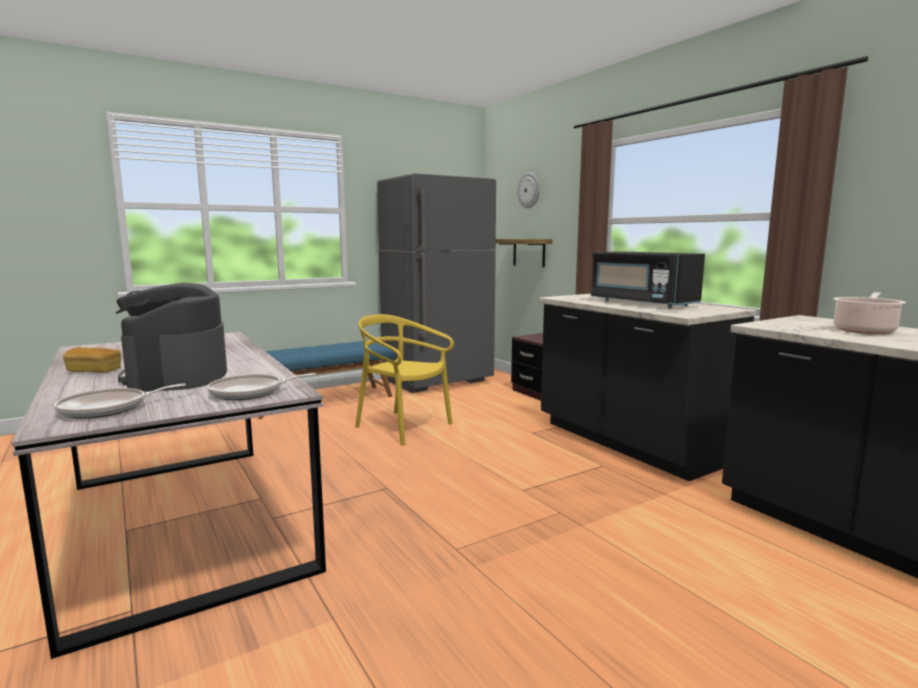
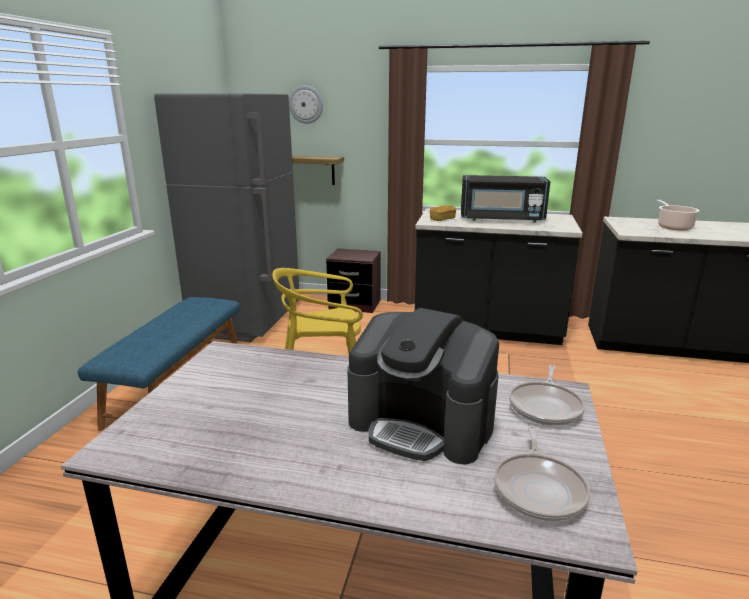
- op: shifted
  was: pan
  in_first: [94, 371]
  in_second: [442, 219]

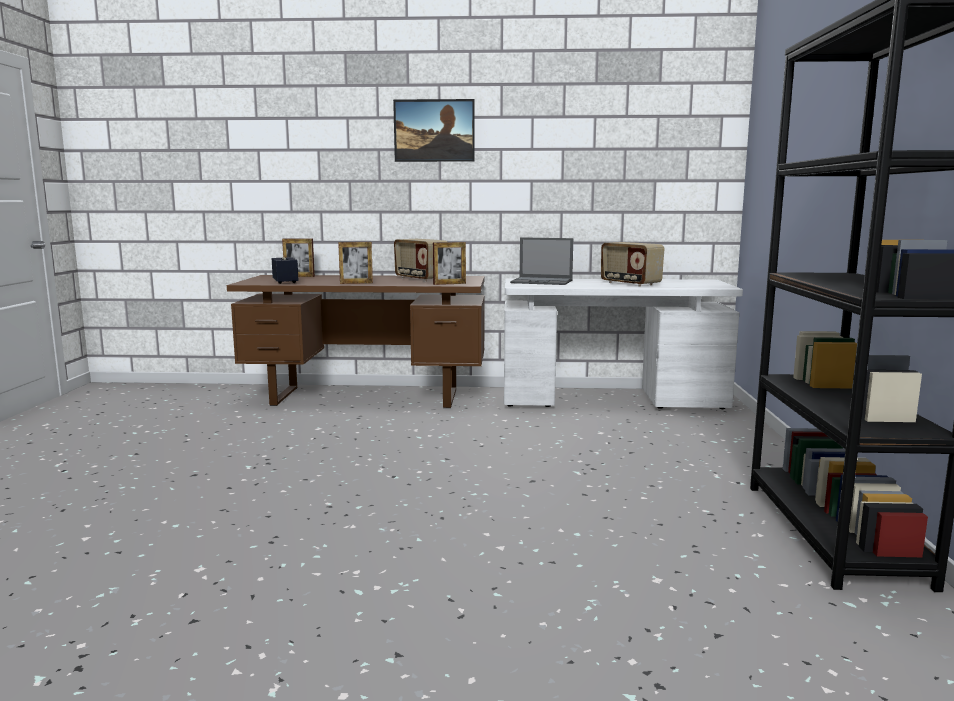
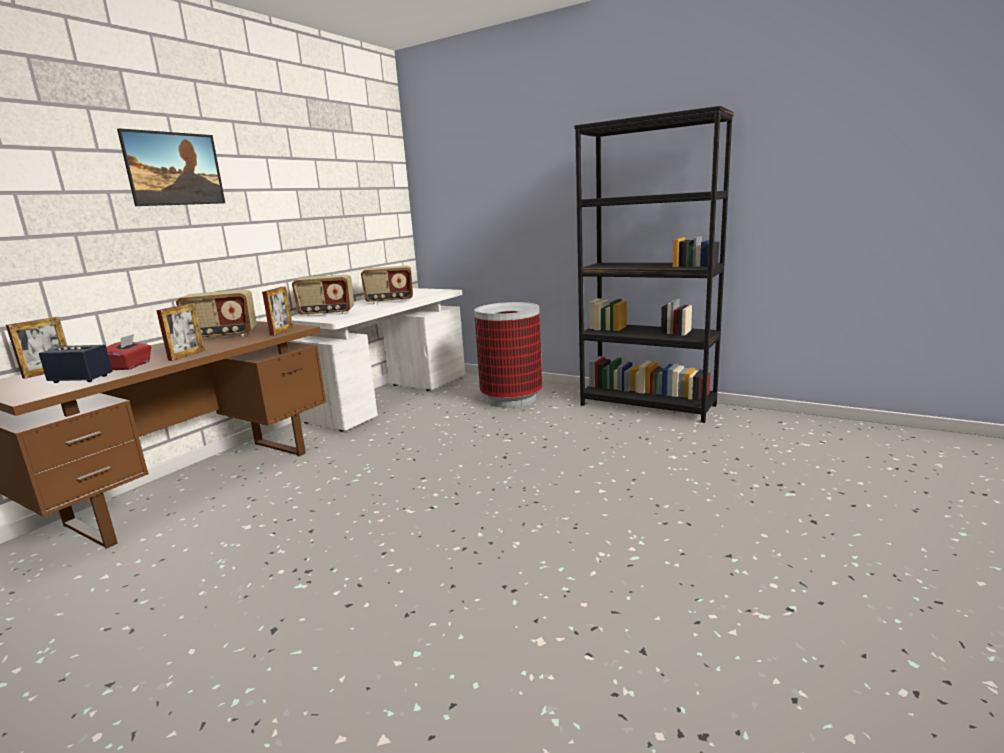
- op: swapped
  was: portátil
  now: radio
  in_first: [542, 281]
  in_second: [326, 313]
- op: new
  now: caja de pañuelos [rojo]
  in_second: [131, 366]
- op: new
  now: papelera
  in_second: [512, 399]

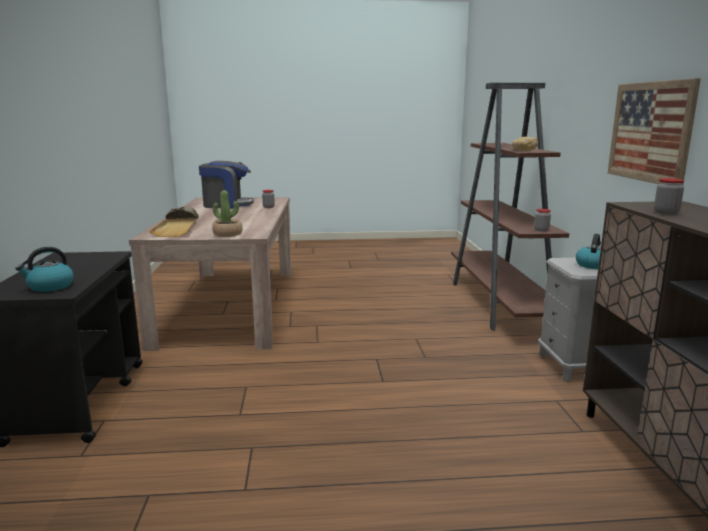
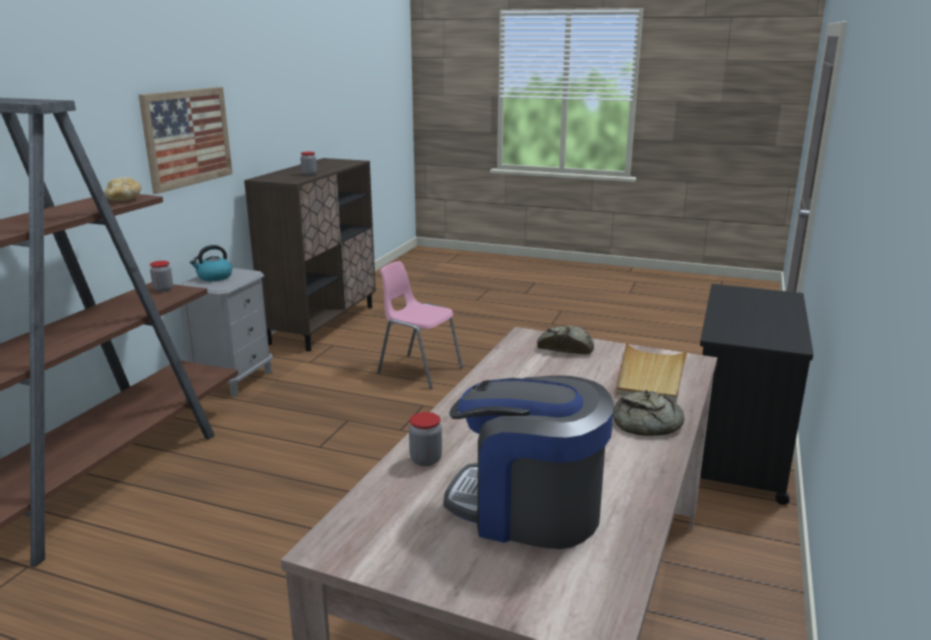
- op: gone
  was: hervidor
  in_first: [50, 287]
- op: swapped
  was: planta en maceta
  now: pan
  in_first: [227, 234]
  in_second: [565, 347]
- op: new
  now: silla [rosa]
  in_second: [419, 370]

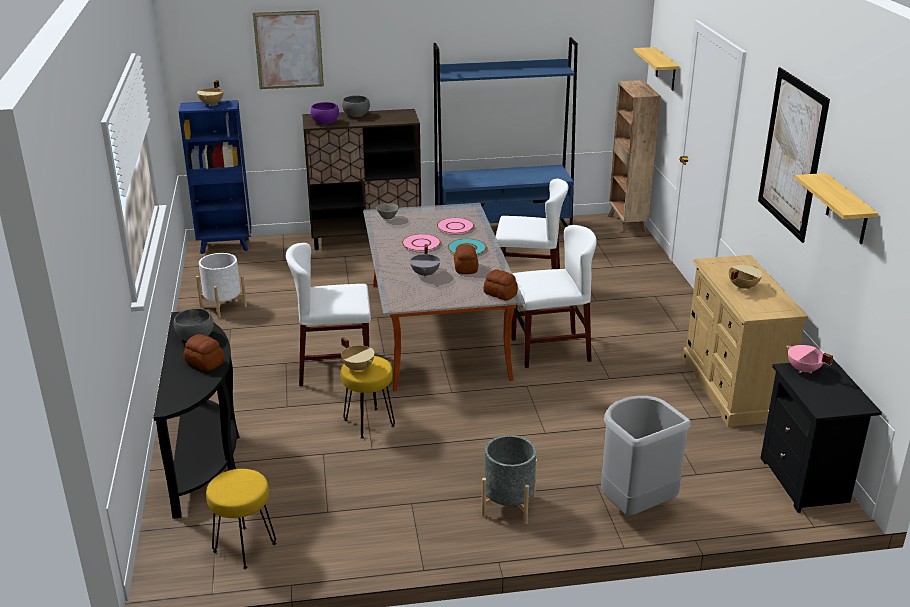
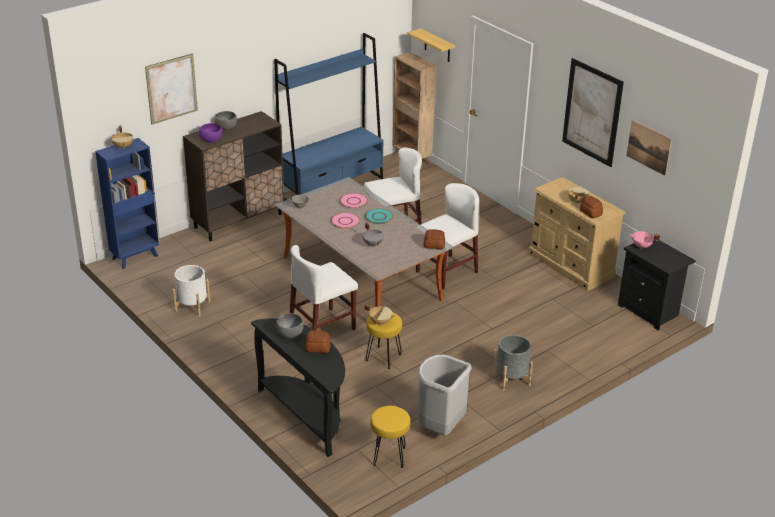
- op: shifted
  was: pan
  in_first: [466, 268]
  in_second: [591, 213]
- op: shifted
  was: papelera [gris]
  in_first: [634, 506]
  in_second: [440, 427]
- op: swapped
  was: estante
  now: cuadro
  in_first: [847, 210]
  in_second: [648, 147]

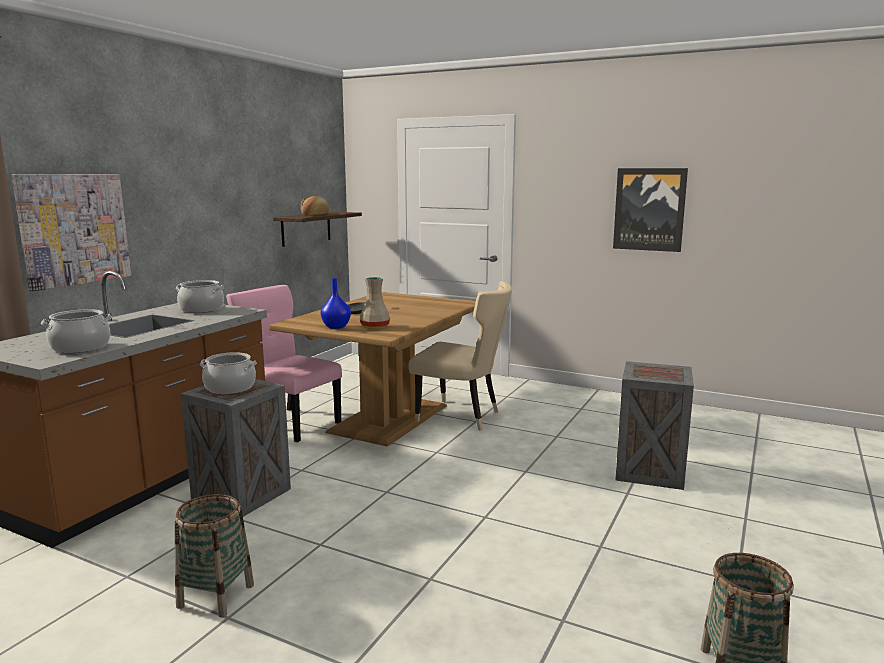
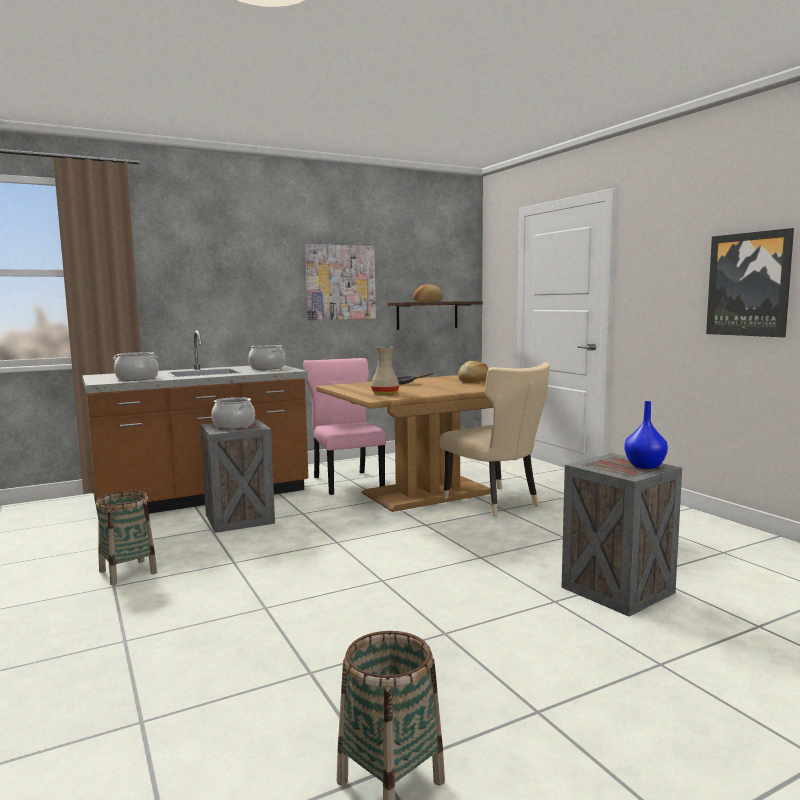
- op: shifted
  was: cuadro
  in_first: [74, 229]
  in_second: [340, 282]
- op: shifted
  was: florero [azul]
  in_first: [335, 327]
  in_second: [644, 466]
- op: new
  now: pan
  in_second: [473, 381]

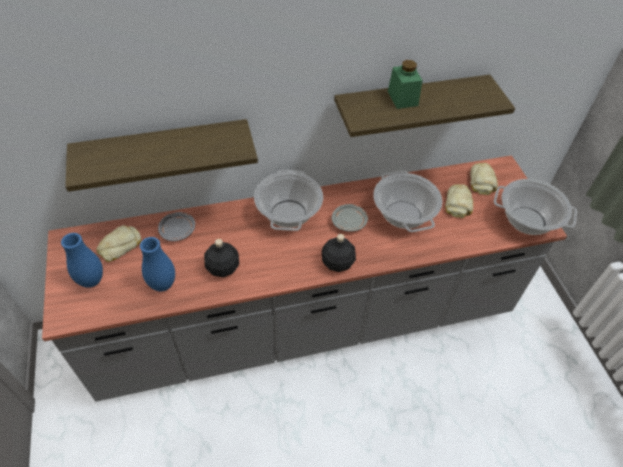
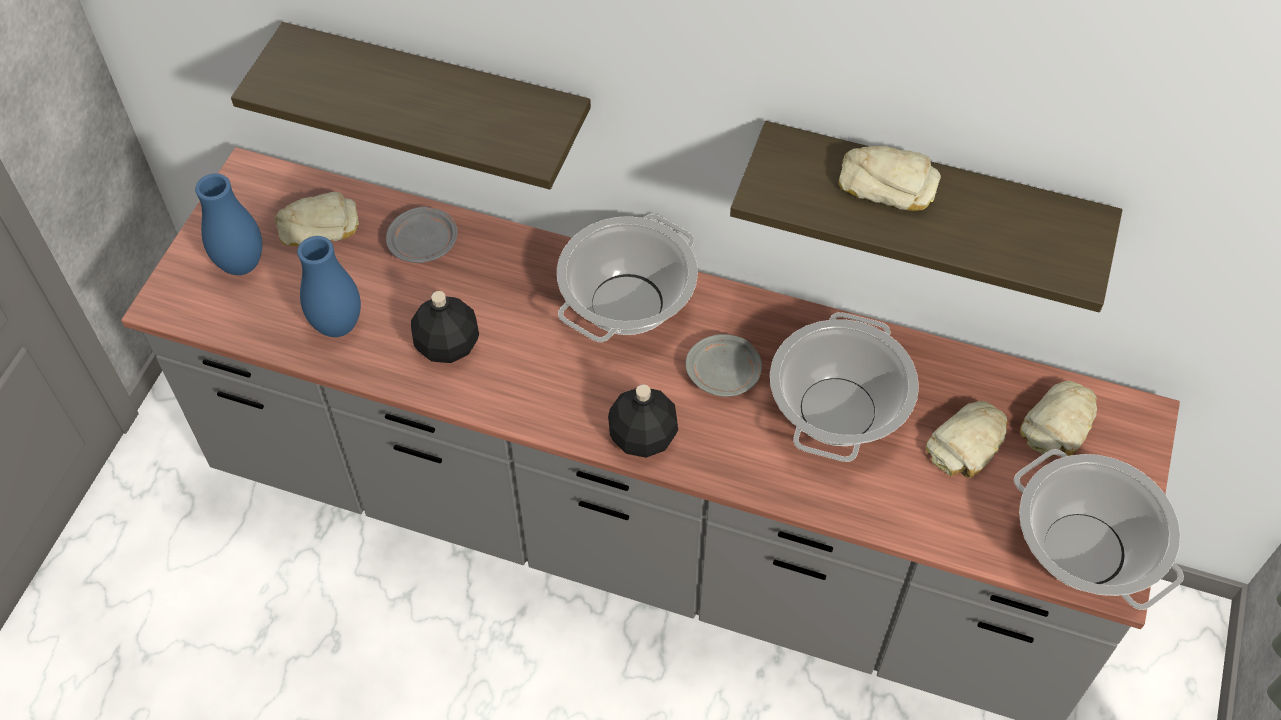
- op: swapped
  was: tarro [verde]
  now: pan
  in_first: [402, 98]
  in_second: [887, 183]

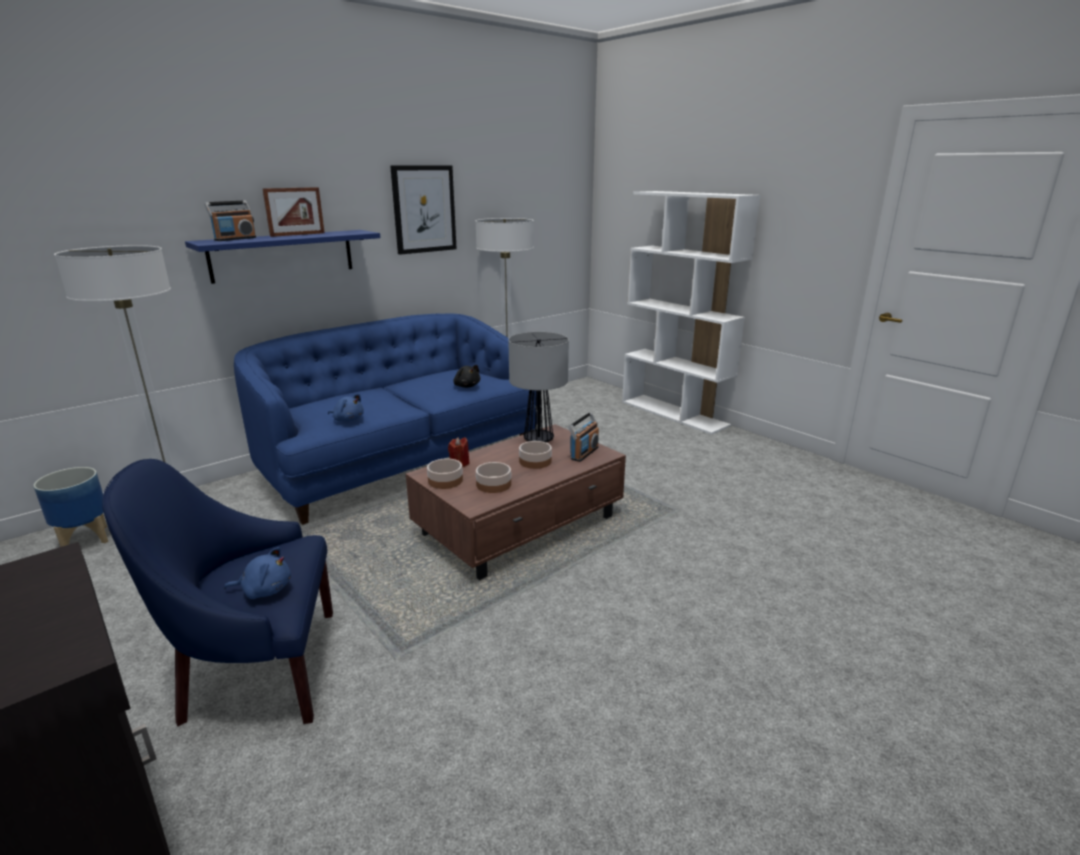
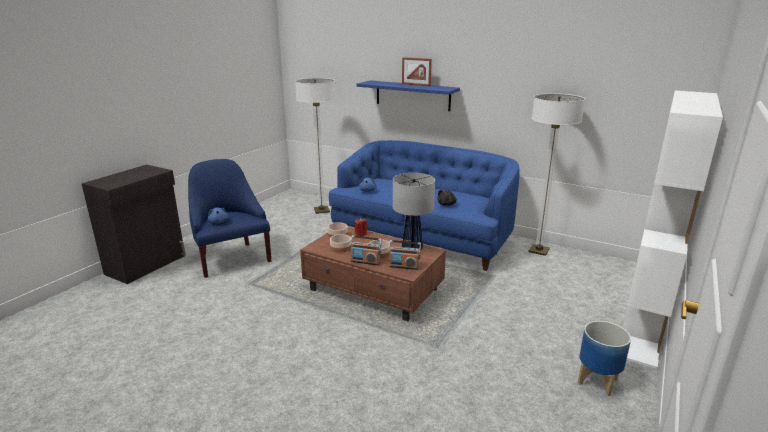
- op: shifted
  was: maceta
  in_first: [84, 540]
  in_second: [596, 381]
- op: shifted
  was: radio
  in_first: [235, 239]
  in_second: [365, 261]
- op: gone
  was: cuadro
  in_first: [424, 209]

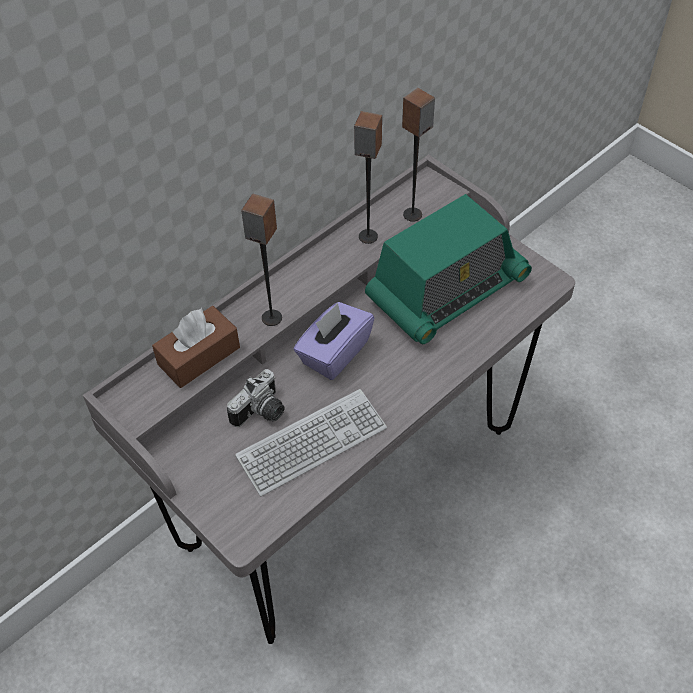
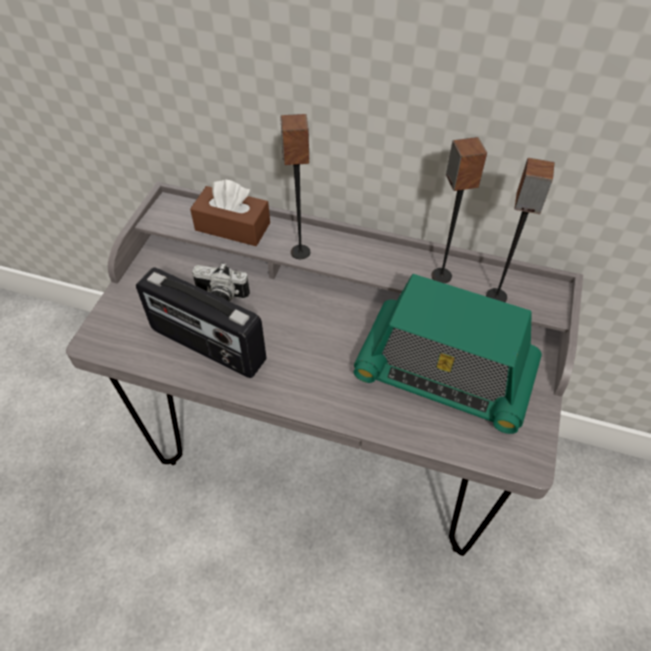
- op: swapped
  was: teclado
  now: radio
  in_first: [312, 443]
  in_second: [207, 346]
- op: gone
  was: caja de pañuelos [morado]
  in_first: [334, 353]

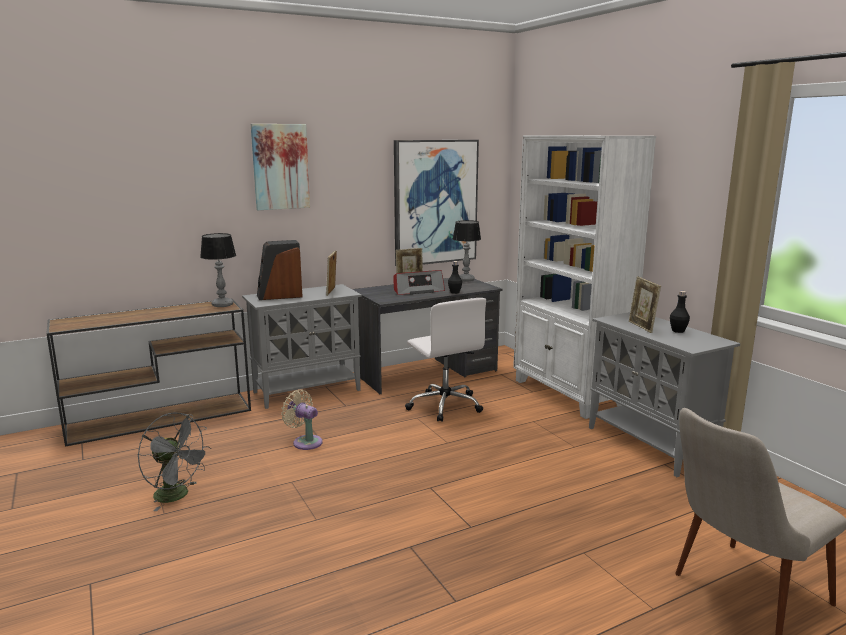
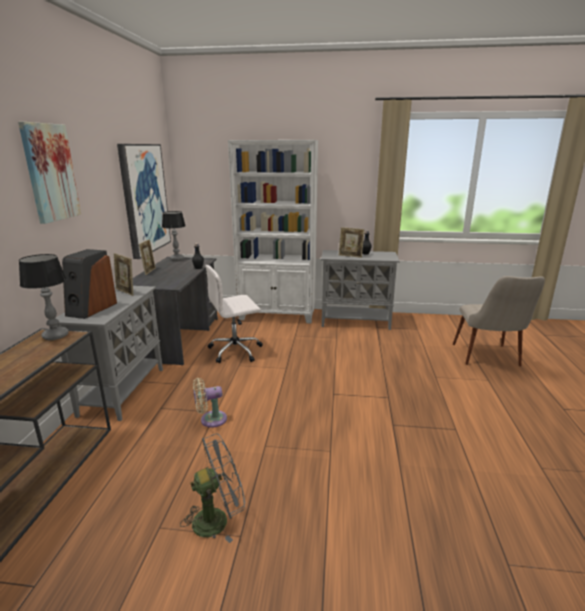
- op: gone
  was: radio
  in_first: [417, 290]
- op: rotated
  was: silla de oficina [blanco]
  in_first: [444, 405]
  in_second: [236, 351]
  clockwise: 150

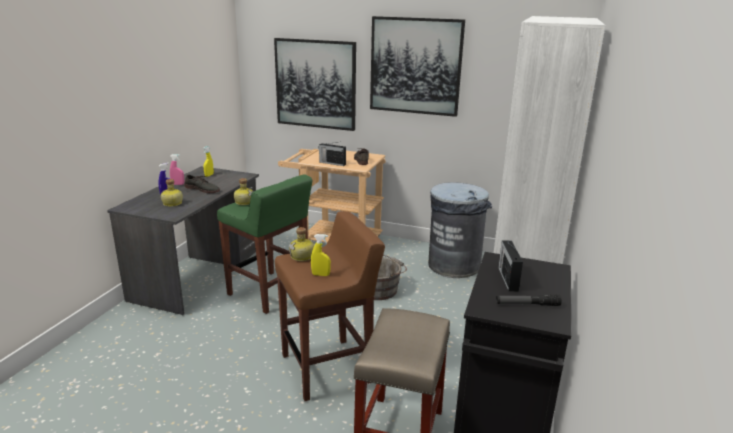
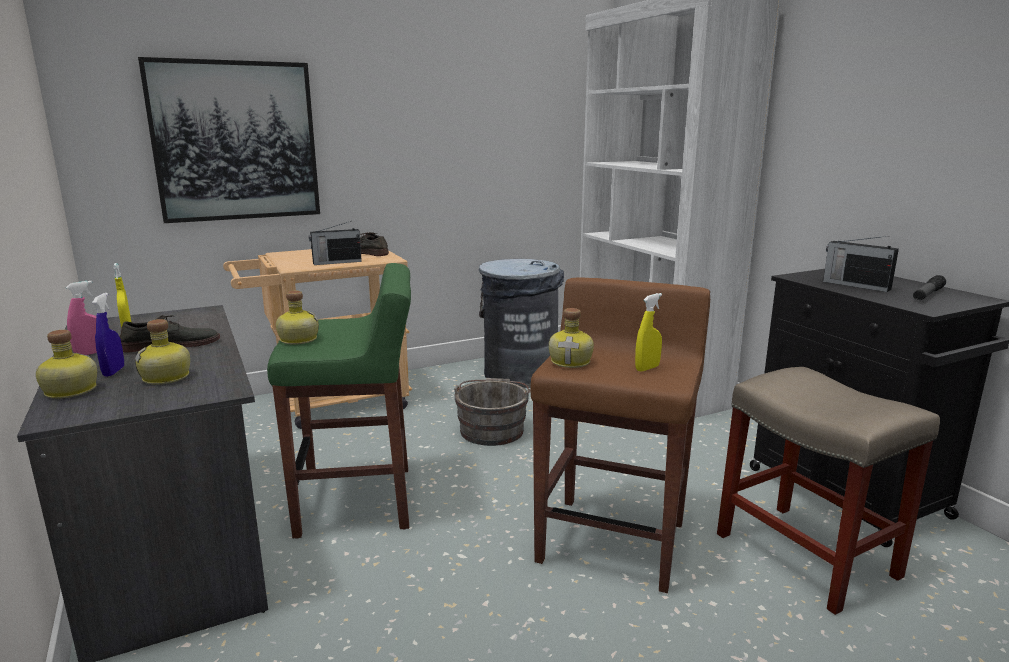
- op: gone
  was: cuadro
  in_first: [415, 66]
- op: new
  now: botella
  in_second: [69, 391]

